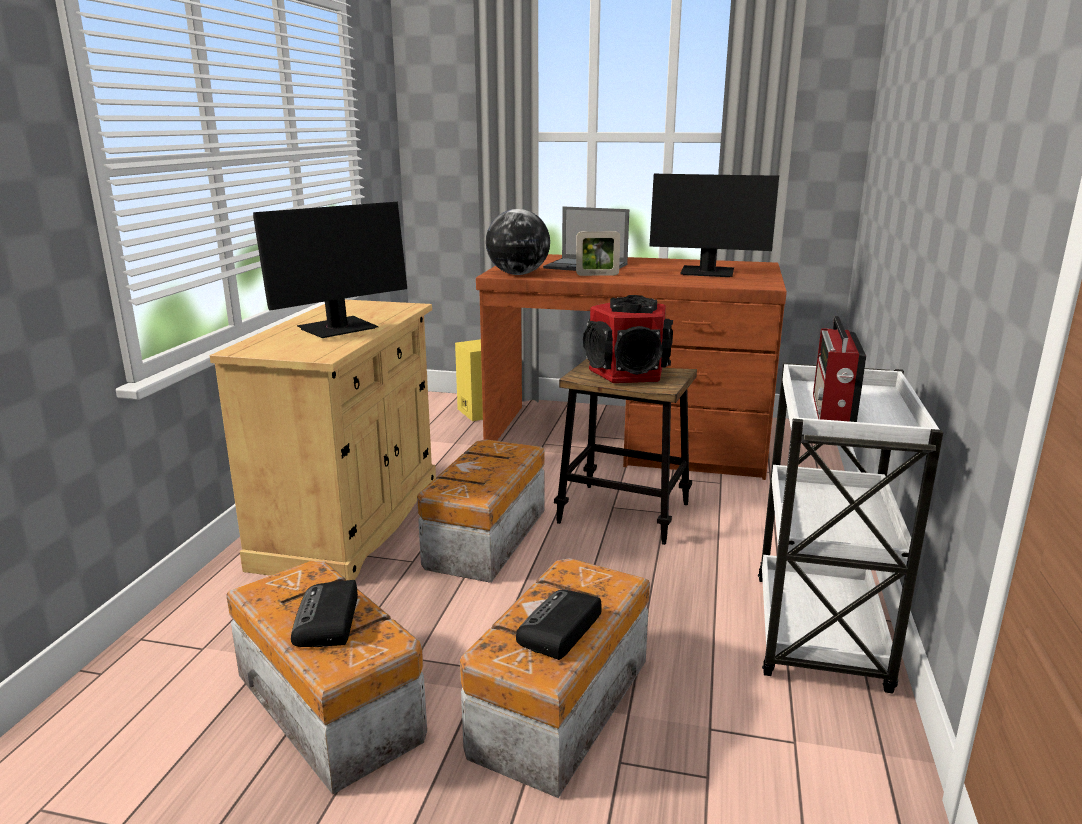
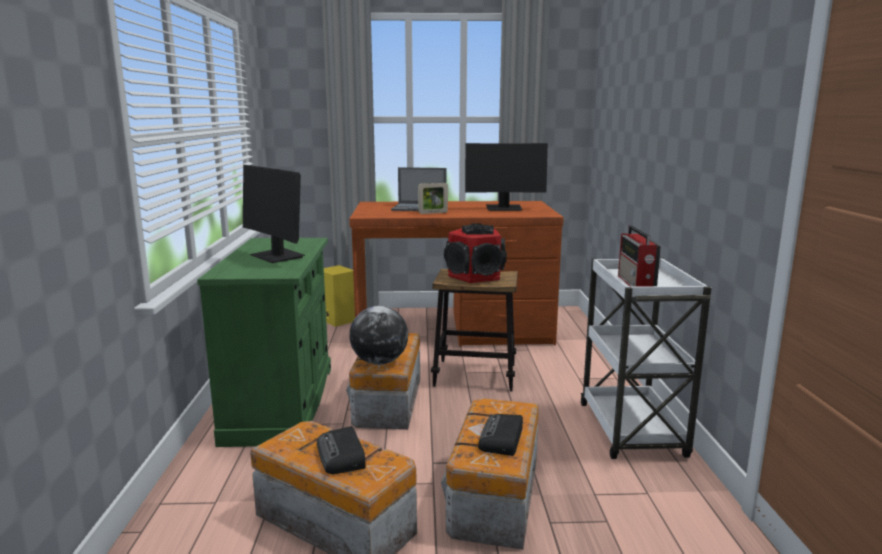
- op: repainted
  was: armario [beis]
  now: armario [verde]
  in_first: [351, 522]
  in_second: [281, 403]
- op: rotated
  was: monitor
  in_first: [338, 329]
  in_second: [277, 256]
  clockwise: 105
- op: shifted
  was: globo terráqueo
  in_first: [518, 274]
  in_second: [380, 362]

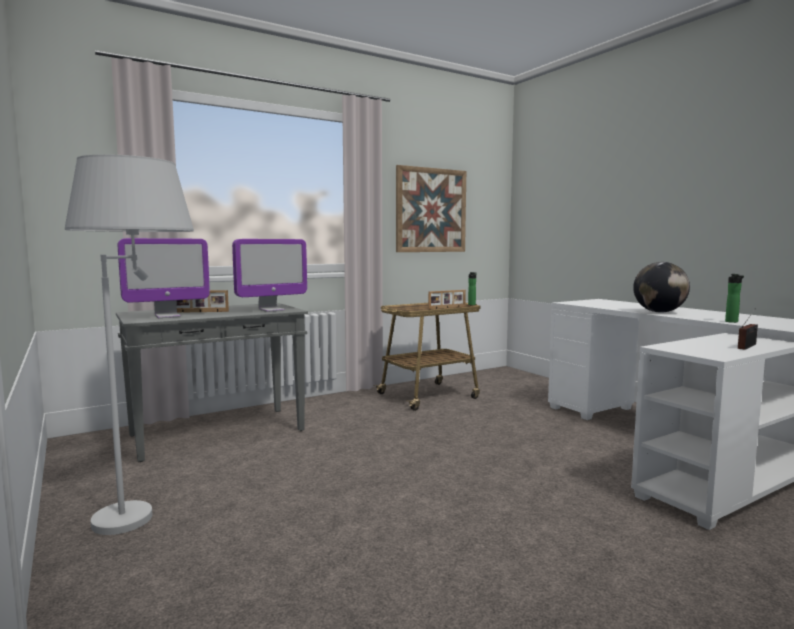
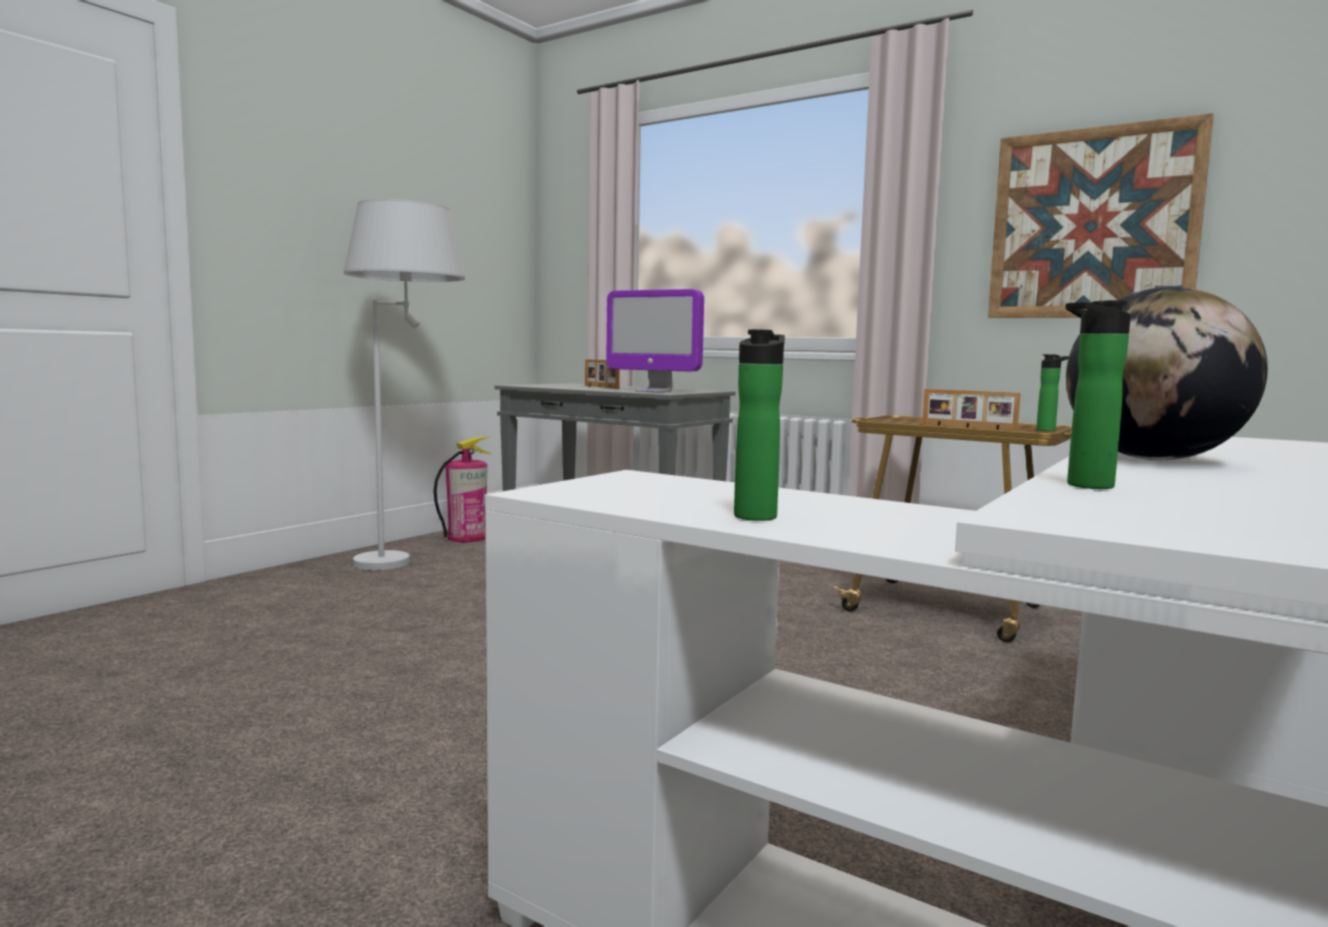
- op: gone
  was: monitor
  in_first: [167, 316]
- op: swapped
  was: radio
  now: botella
  in_first: [748, 346]
  in_second: [757, 515]
- op: new
  now: extintor
  in_second: [467, 538]

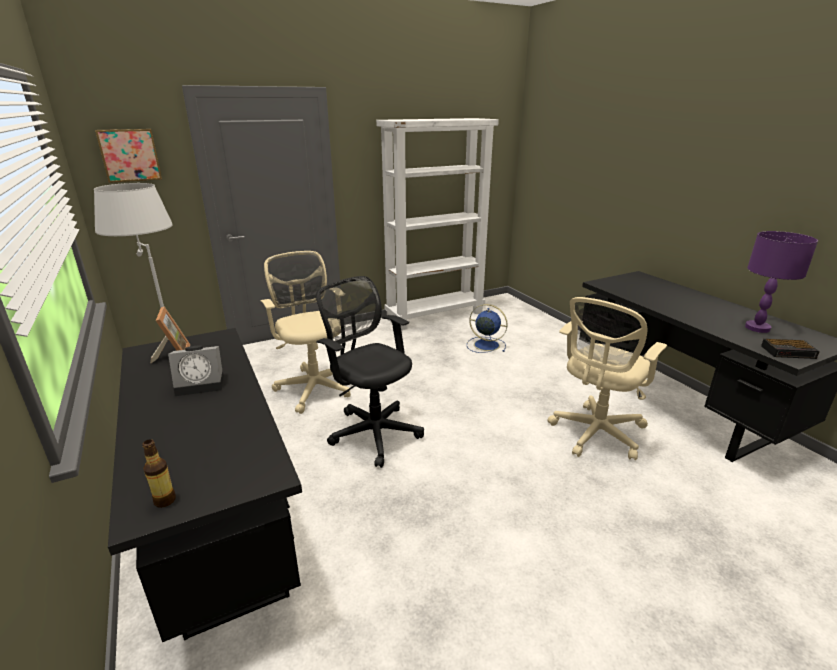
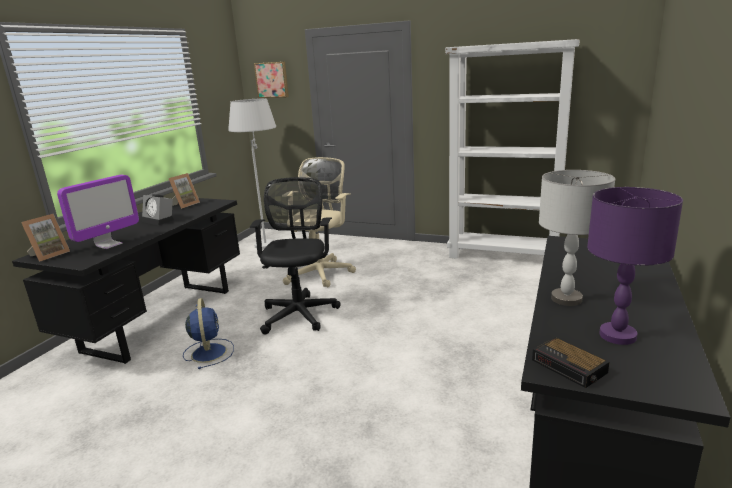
- op: swapped
  was: botella
  now: portarretratos
  in_first: [165, 500]
  in_second: [49, 255]
- op: shifted
  was: ventilador [azul]
  in_first: [485, 345]
  in_second: [209, 352]
- op: gone
  was: silla de oficina [beis]
  in_first: [595, 435]
- op: new
  now: monitor
  in_second: [109, 245]
- op: new
  now: lámpara de mesa [gris]
  in_second: [566, 299]

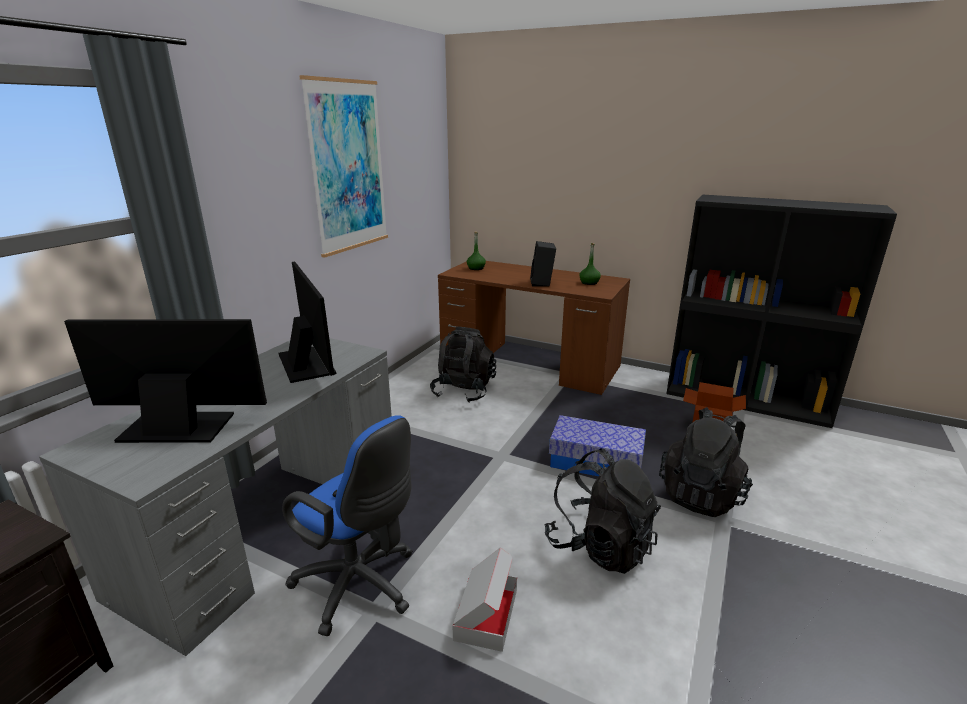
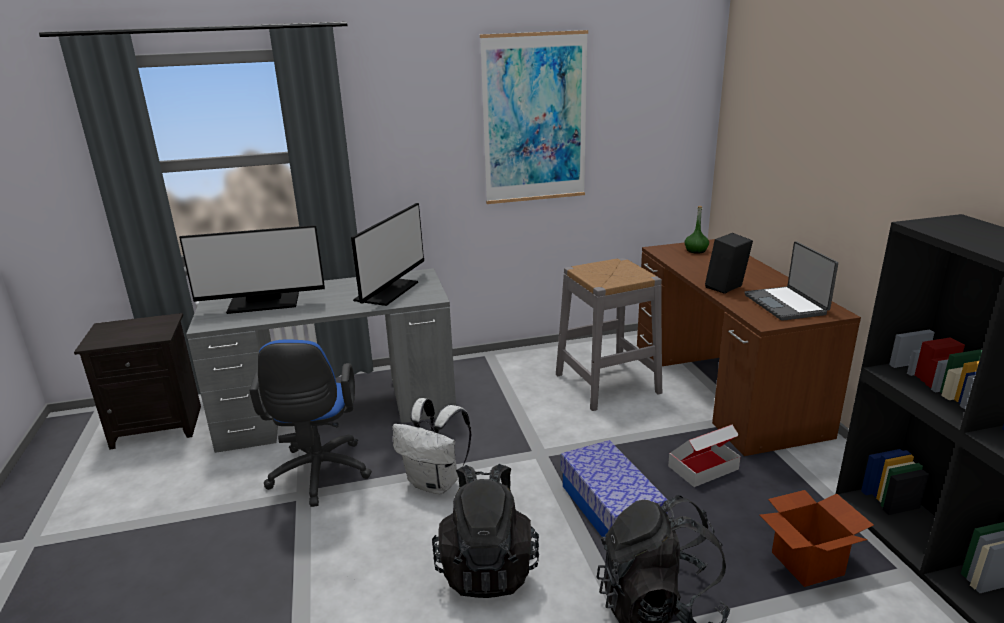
- op: rotated
  was: monitor
  in_first: [178, 426]
  in_second: [263, 303]
  clockwise: 120
- op: swapped
  was: mochila [negro]
  now: taburete [gris]
  in_first: [463, 391]
  in_second: [607, 383]
- op: shifted
  was: caja de cartón
  in_first: [486, 614]
  in_second: [703, 467]
- op: swapped
  was: botella [verde]
  now: portátil
  in_first: [589, 282]
  in_second: [786, 304]
- op: new
  now: mochila [blanco]
  in_second: [436, 483]

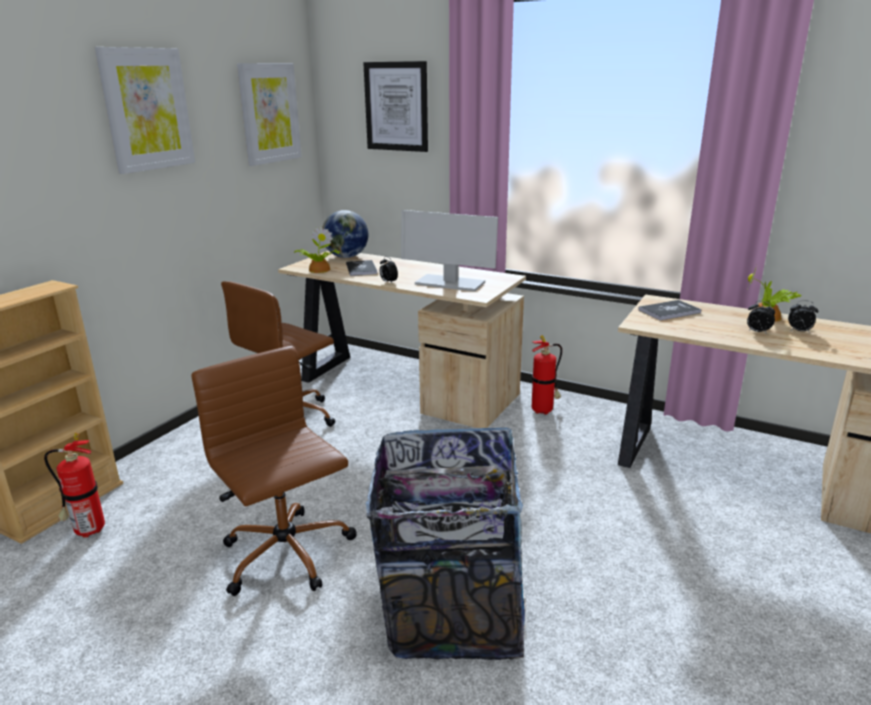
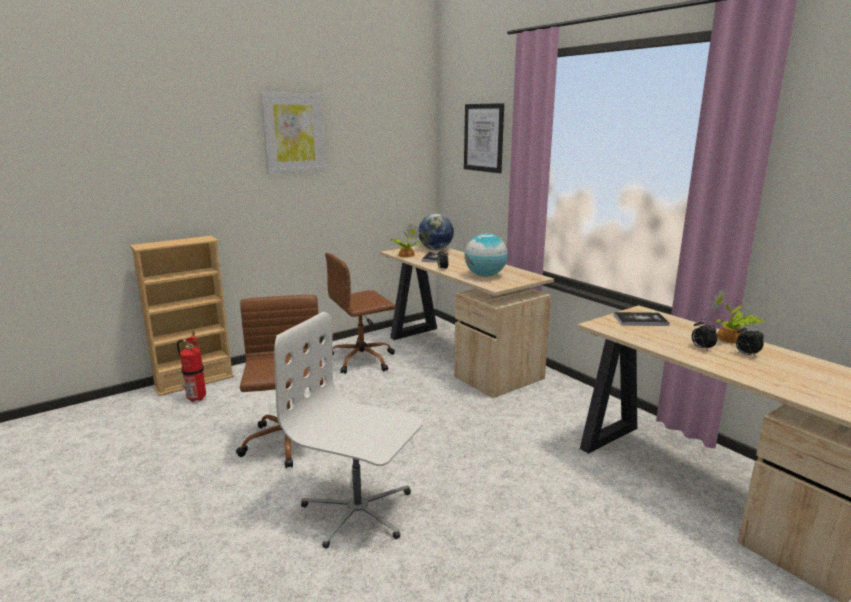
- op: gone
  was: cuadro
  in_first: [269, 113]
- op: swapped
  was: papelera
  now: silla de oficina [blanco]
  in_first: [453, 616]
  in_second: [358, 511]
- op: swapped
  was: monitor
  now: globo terráqueo
  in_first: [449, 283]
  in_second: [485, 275]
- op: gone
  was: extintor
  in_first: [544, 411]

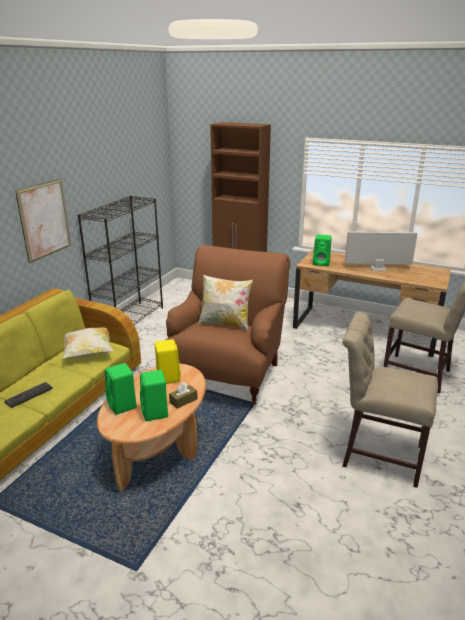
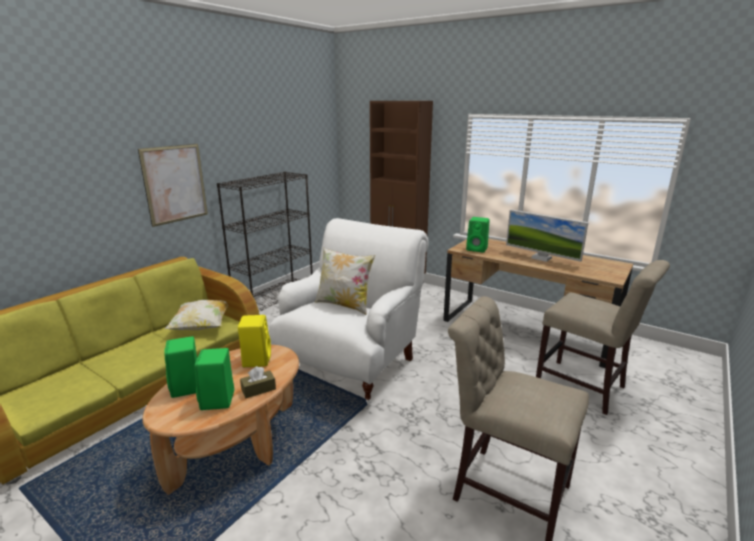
- op: gone
  was: teclado
  in_first: [29, 395]
- op: repainted
  was: sillón [marrón]
  now: sillón [blanco]
  in_first: [228, 375]
  in_second: [352, 366]
- op: rotated
  was: monitor
  in_first: [377, 268]
  in_second: [541, 258]
  clockwise: -150

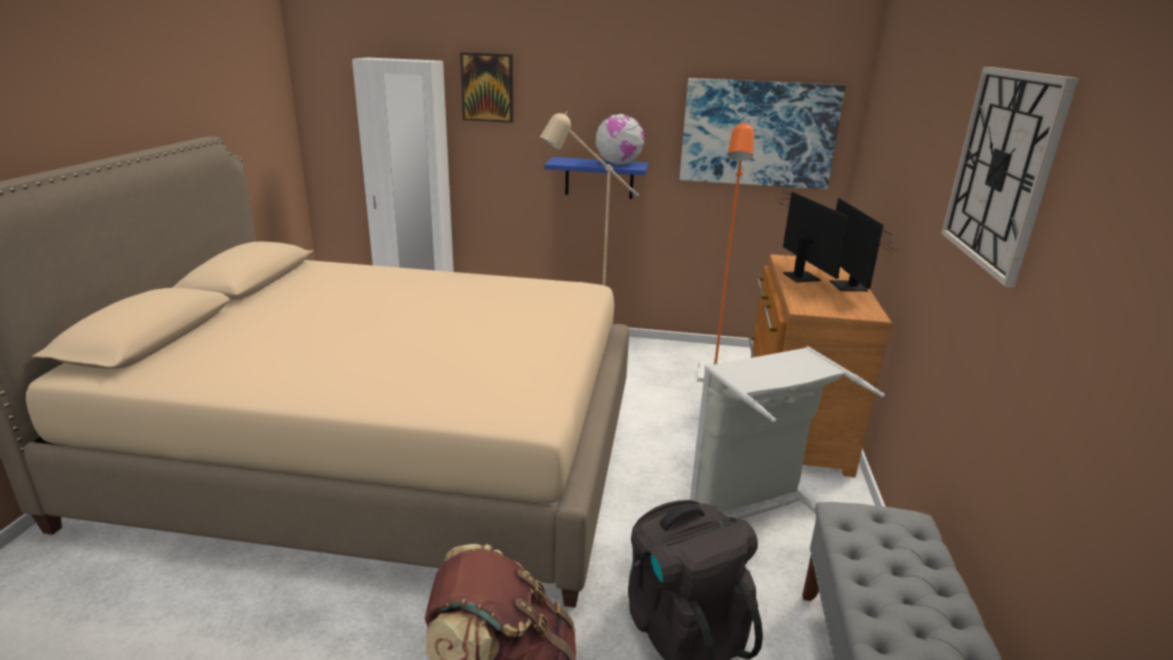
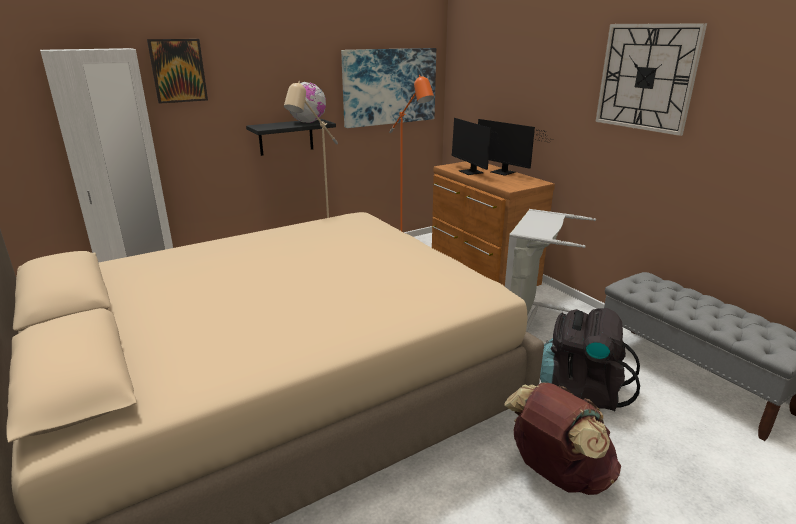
- op: repainted
  was: estante [azul]
  now: estante [negro]
  in_first: [599, 178]
  in_second: [286, 137]
- op: rotated
  was: monitor
  in_first: [800, 275]
  in_second: [472, 173]
  clockwise: -150

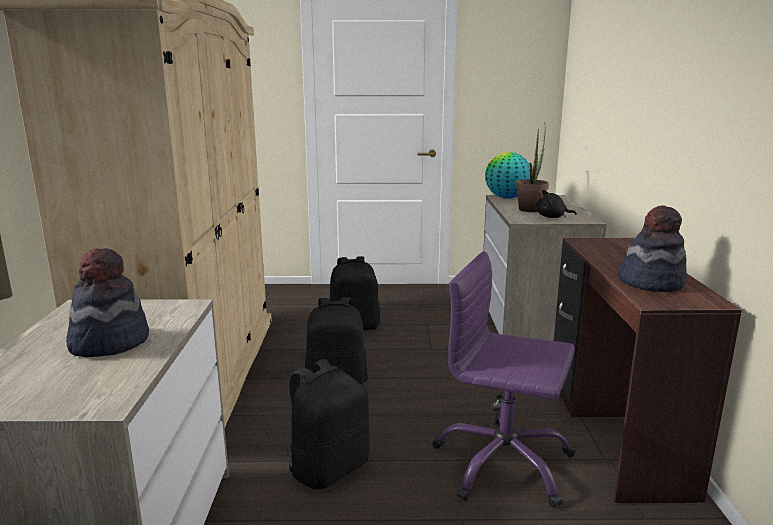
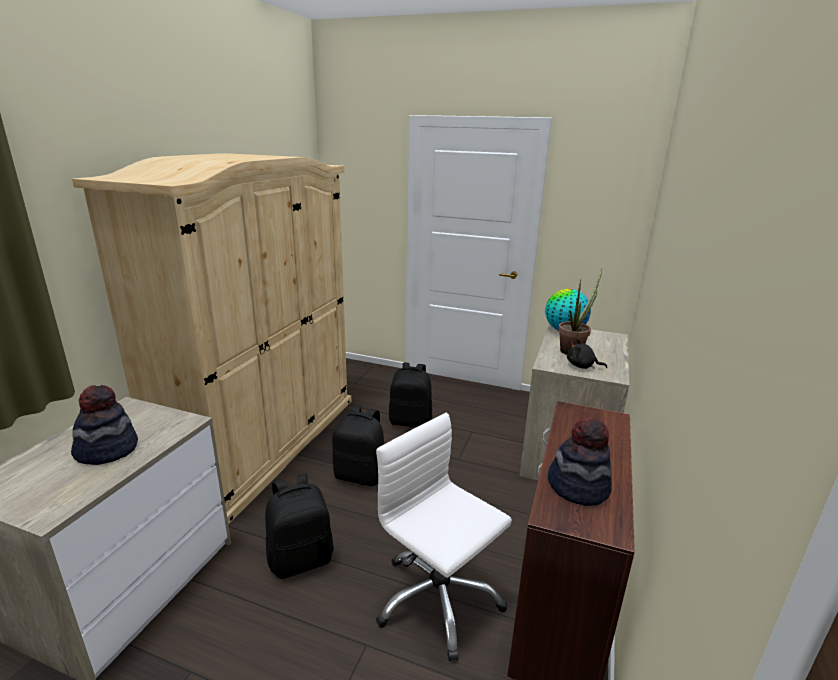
- op: repainted
  was: silla de oficina [morado]
  now: silla de oficina [blanco]
  in_first: [503, 463]
  in_second: [438, 599]

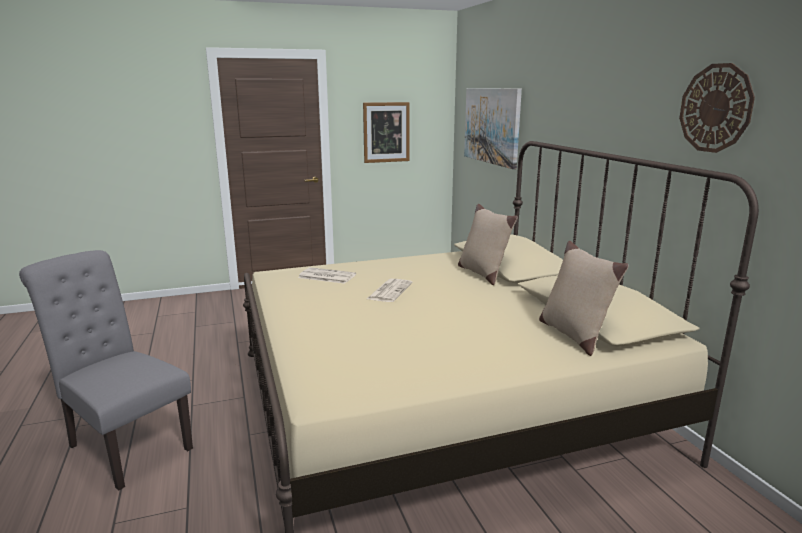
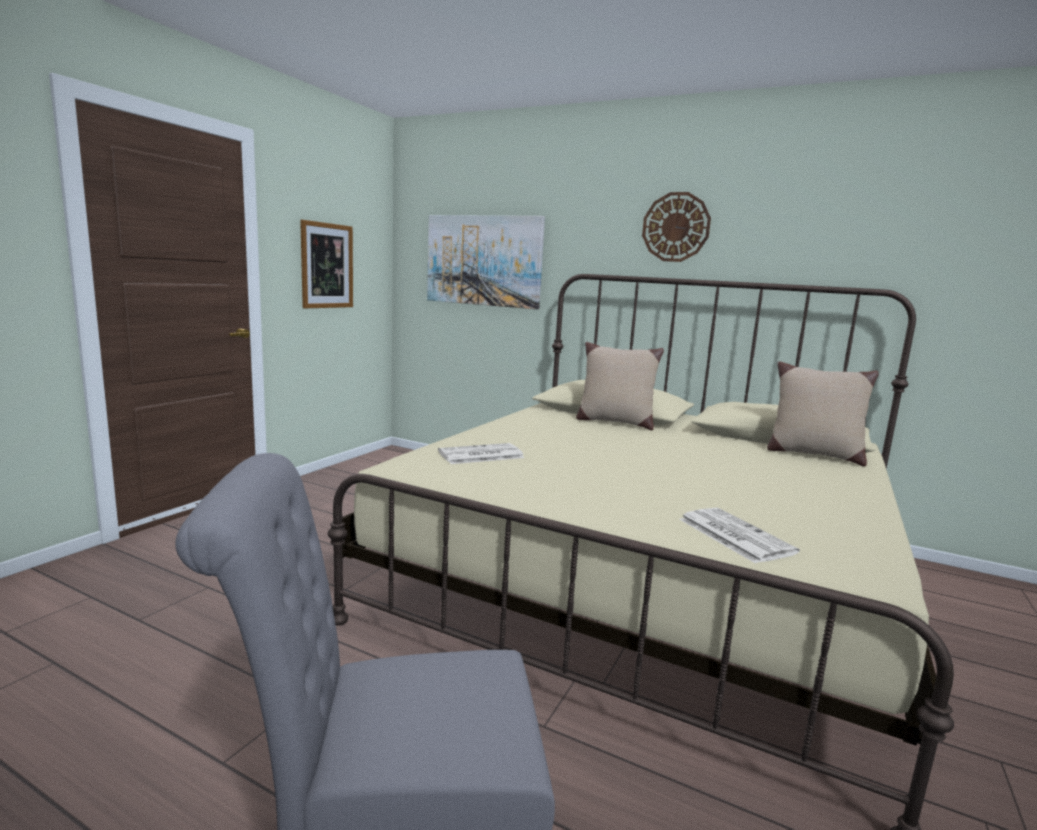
- op: shifted
  was: periódico
  in_first: [389, 291]
  in_second: [733, 535]
- op: shifted
  was: reloj de pared
  in_first: [715, 108]
  in_second: [675, 227]

